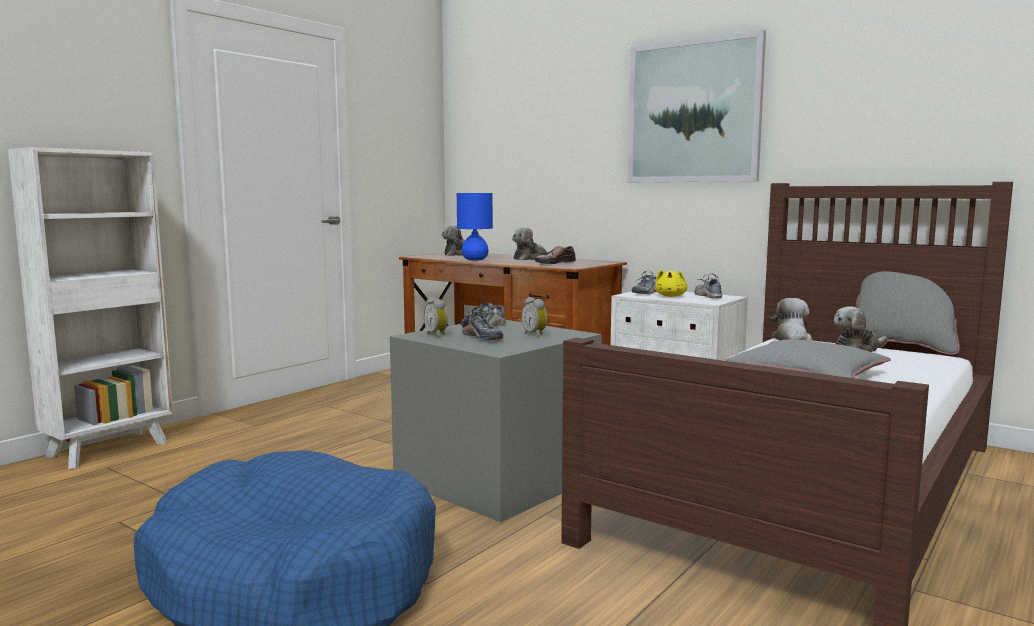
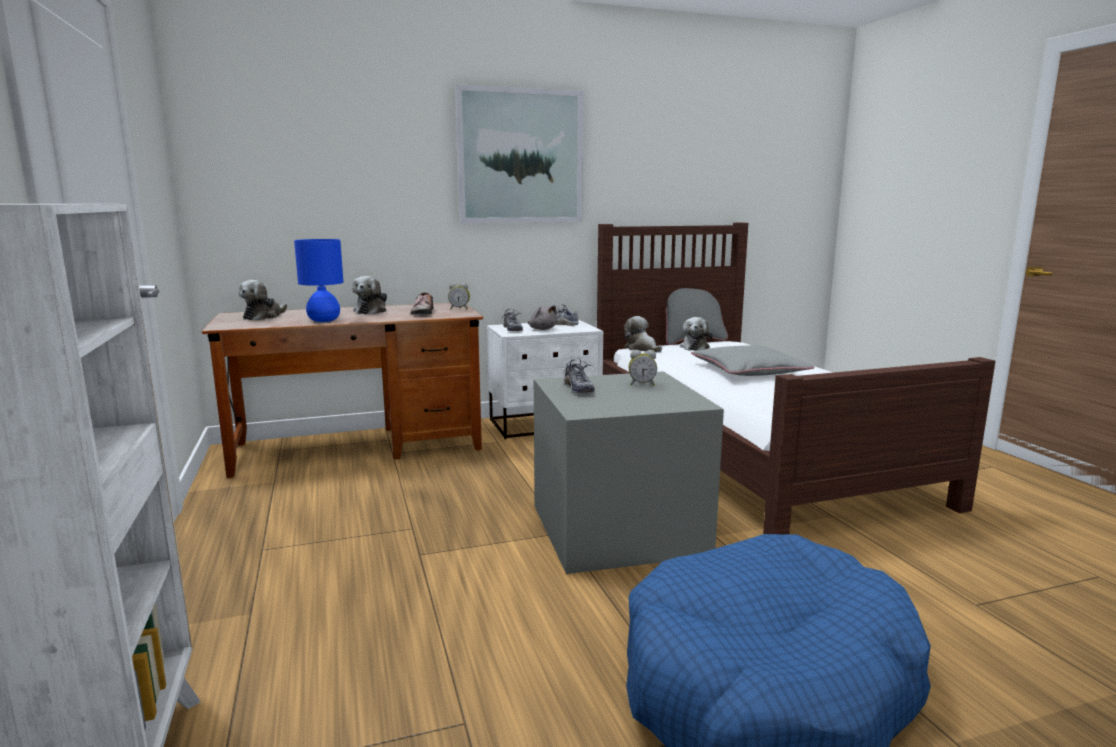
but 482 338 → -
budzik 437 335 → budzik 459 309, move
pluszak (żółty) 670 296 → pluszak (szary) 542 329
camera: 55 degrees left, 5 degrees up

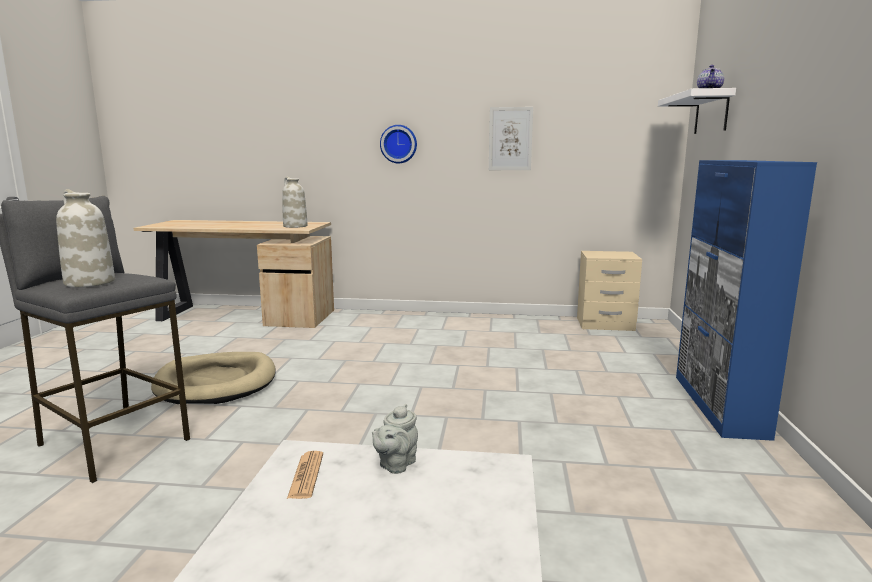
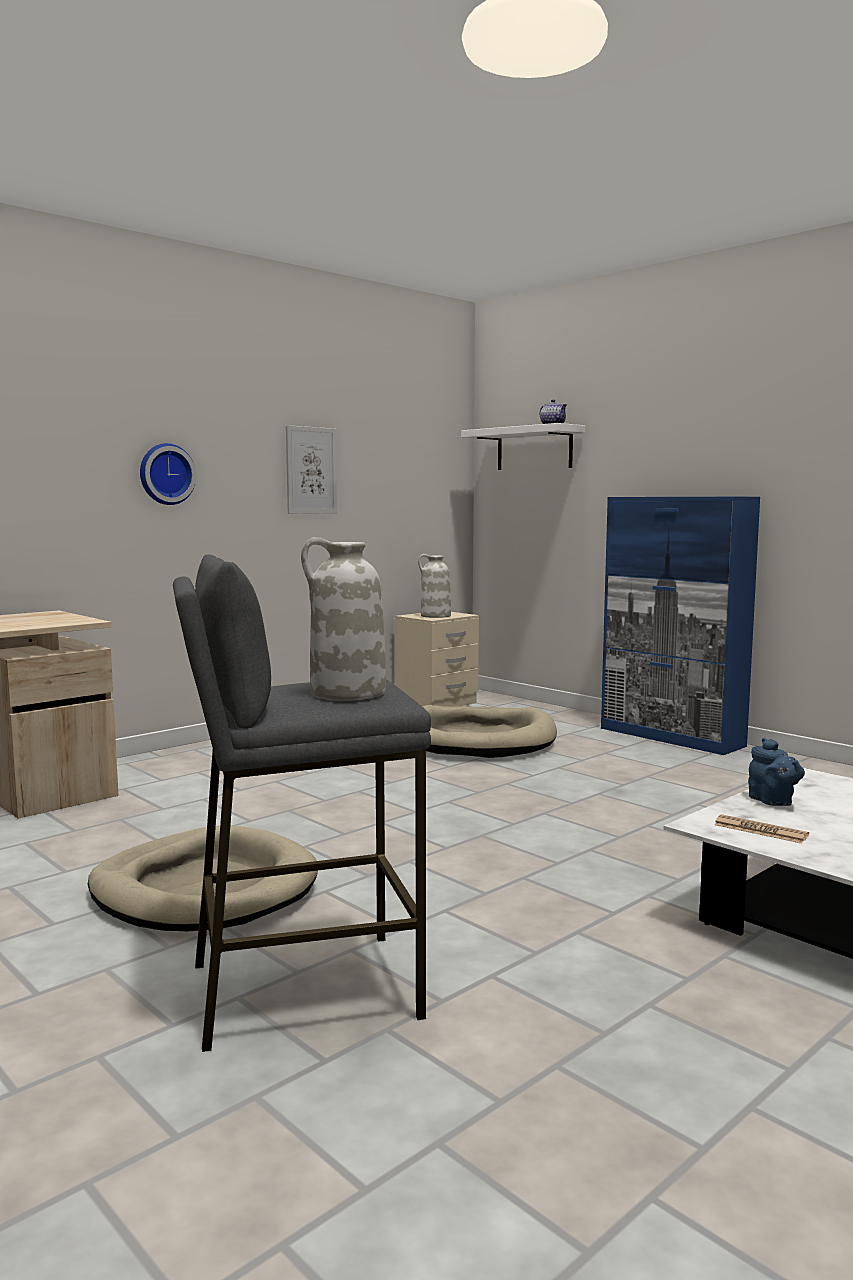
- → legowisko (beżowy) 478 739
wazon (biały) 294 226 → wazon (biały) 435 616, move
imbryk (szary) 395 465 → imbryk (niebieski) 773 802
camera: 50 degrees left, 5 degrees down

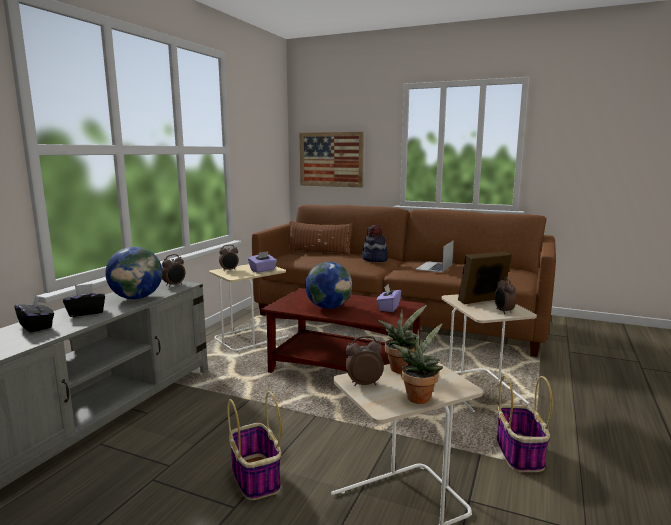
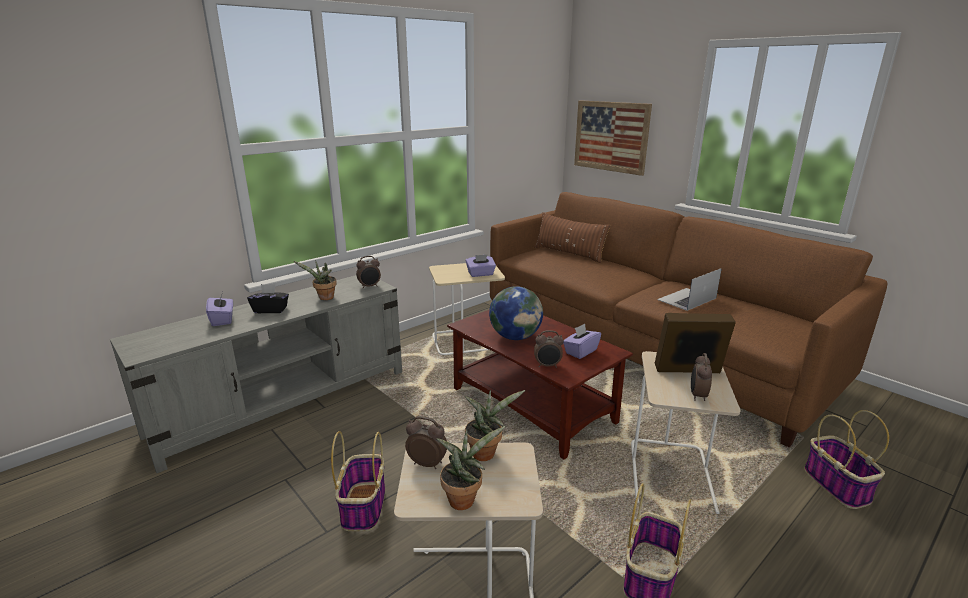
kapelusz 374 259 → -
- → koszyk 838 486
budzik 229 270 → budzik 547 366, move
globus 137 298 → roślina doniczkowa 324 298
pudełko chusteczek (czarny) 36 326 → pudełko chusteczek (fioletowy) 223 319
camera: 25 degrees right, 10 degrees up

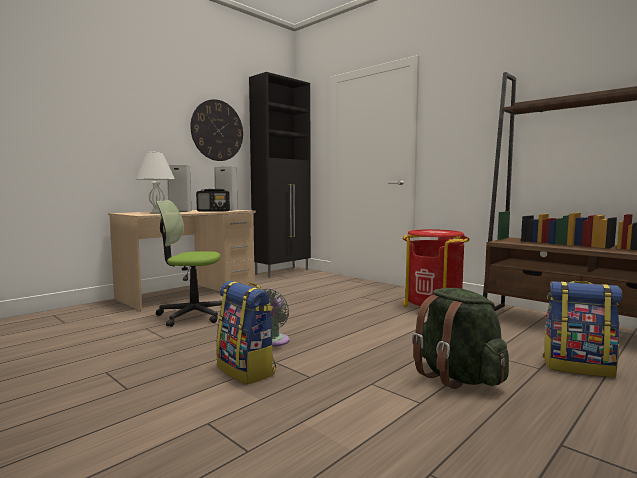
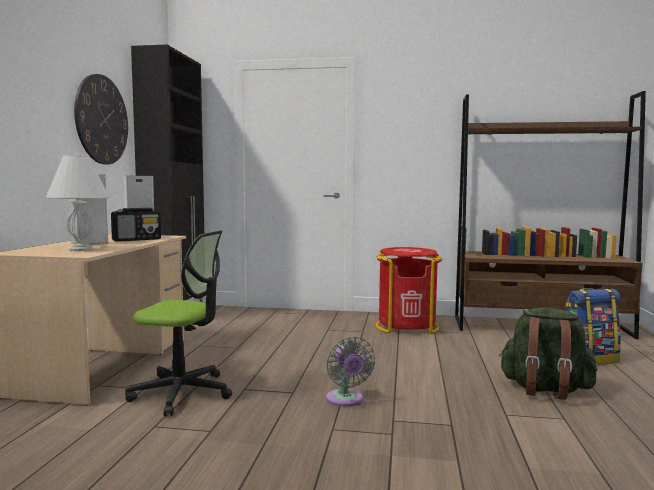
plecak 247 370 → -
krzesło biurowe 192 315 → krzesło biurowe 182 393, 135 degrees counterclockwise
camera: 35 degrees left, 0 degrees up

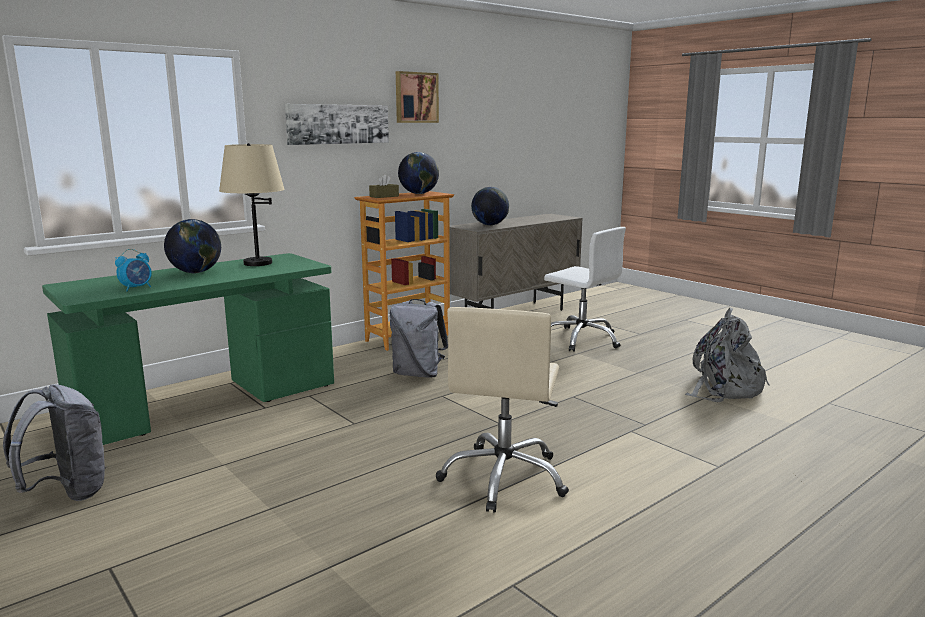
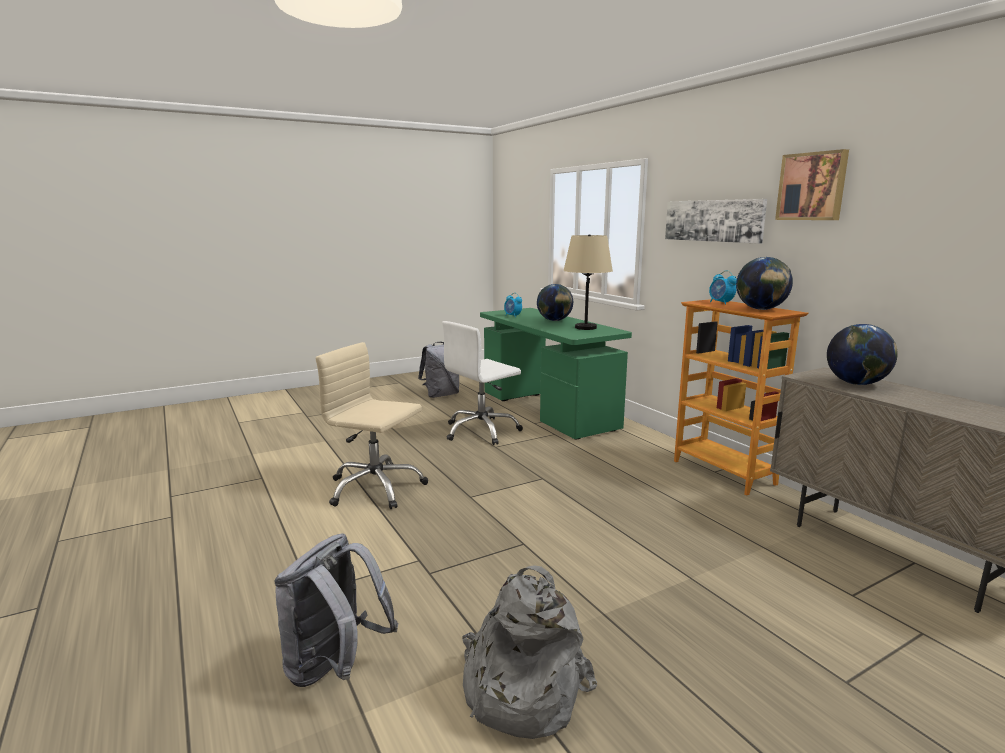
plecak (szary) 418 374 → plecak (szary) 334 668, move
krzesło biurowe (biały) 582 339 → krzesło biurowe (biały) 481 431, move
pudełko chusteczek (brązowy) 384 196 → budzik 721 303
camera: 100 degrees right, 0 degrees up

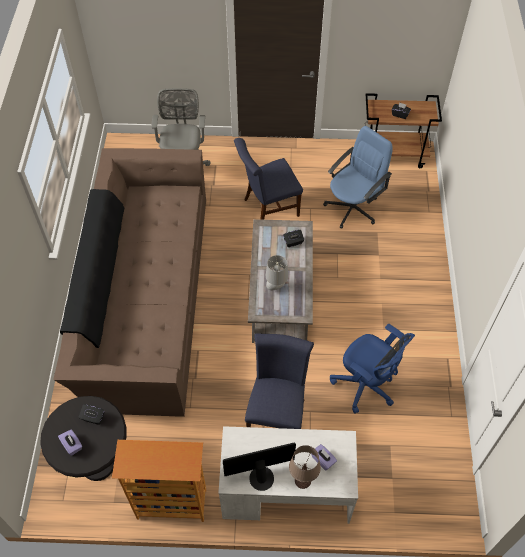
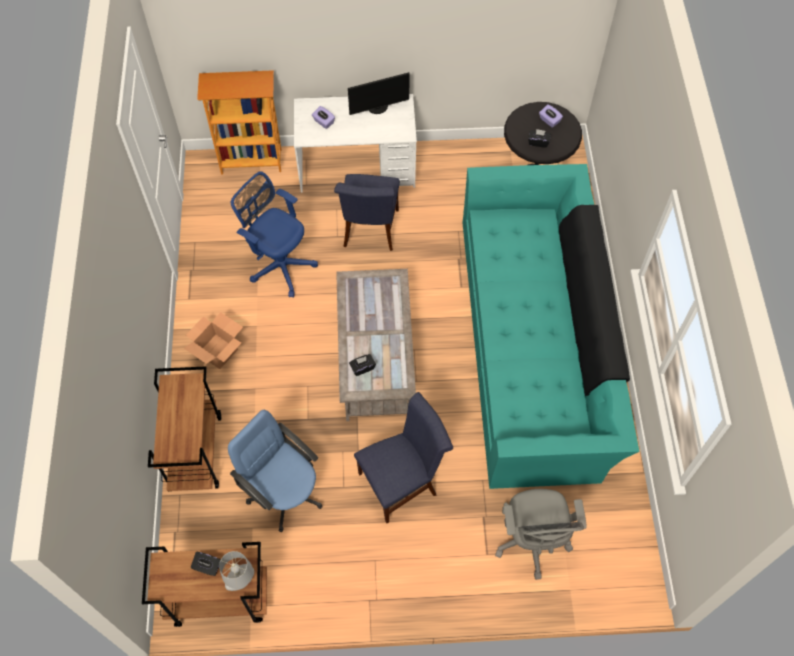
lampa stołowa (brązowy) 302 480 → -
- → wózek (brązowy) 195 451
- → karton 217 351
regał 171 505 → regał 251 161, move
lampa stołowa (szary) 276 286 → lampa stołowa (szary) 241 580, move
kanapa (brązowy) 144 296 → kanapa (turkusowy) 536 343
krzesło biurowe (niebieski) 353 208 → krzesło biurowe (niebieski) 285 492, 90 degrees clockwise
camera: 175 degrees right, 5 degrees up

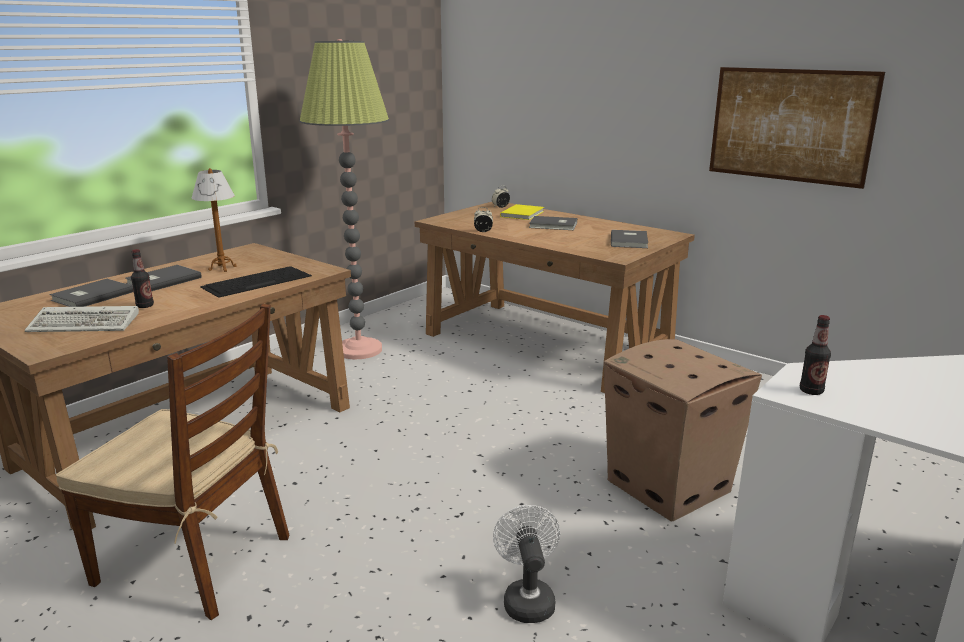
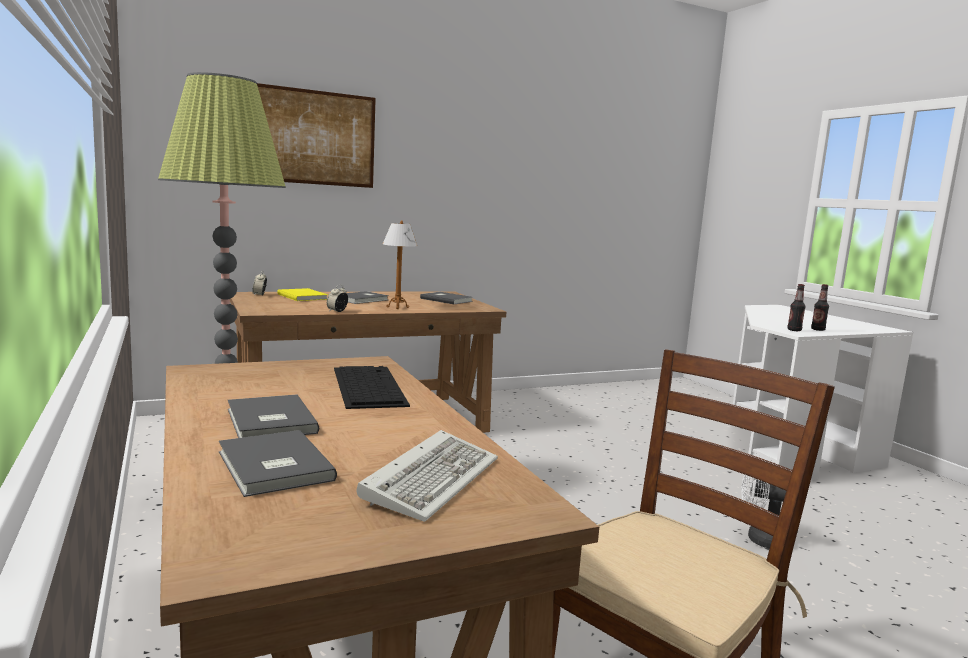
karton 669 486 → -
butelka 145 306 → butelka 817 329, move
lampa stołowa 222 268 → lampa stołowa 397 307, move
obraz 790 125 → obraz 309 137, move
camera: 65 degrees left, 10 degrees down

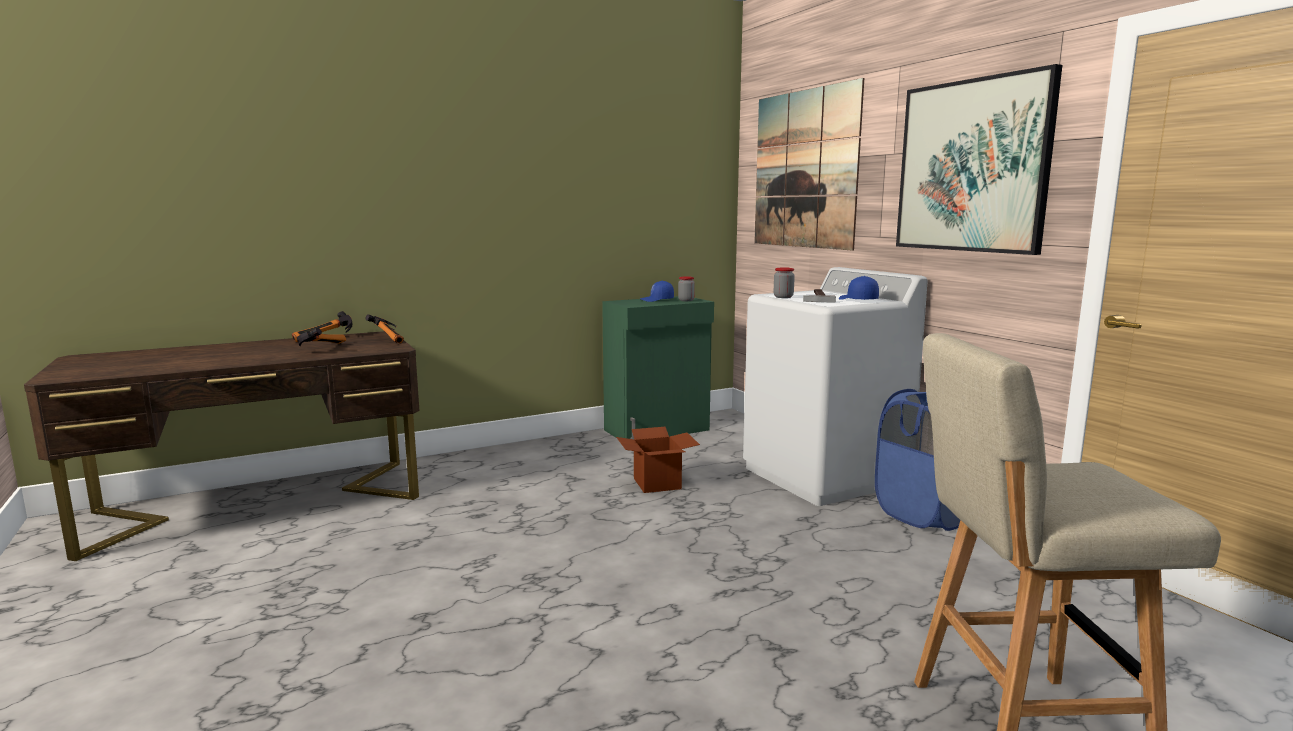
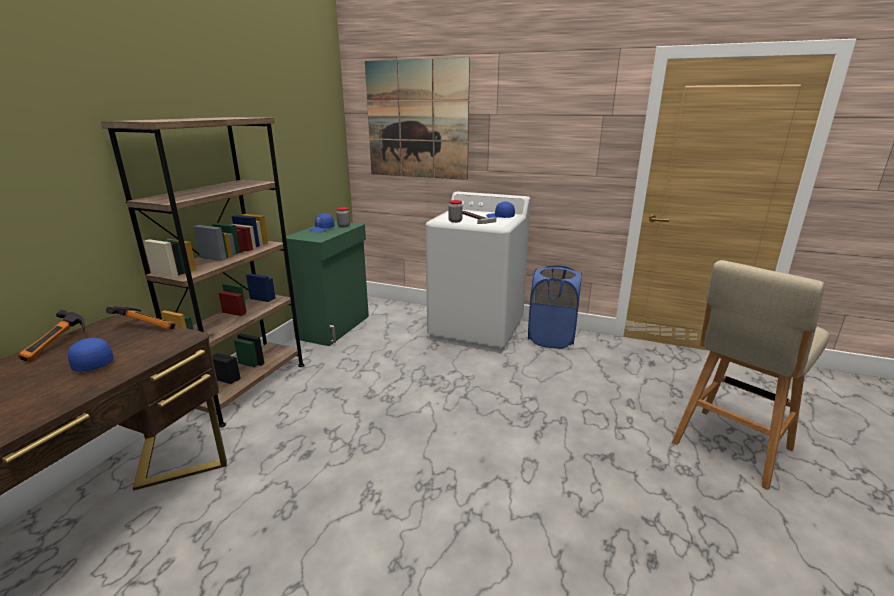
karton 656 483 → -
obraz 972 166 → -
- → regał (brązowy) 247 387
młotek 321 348 → czapka z daszkiem (niebieski) 92 362
camera: 40 degrees left, 10 degrees up

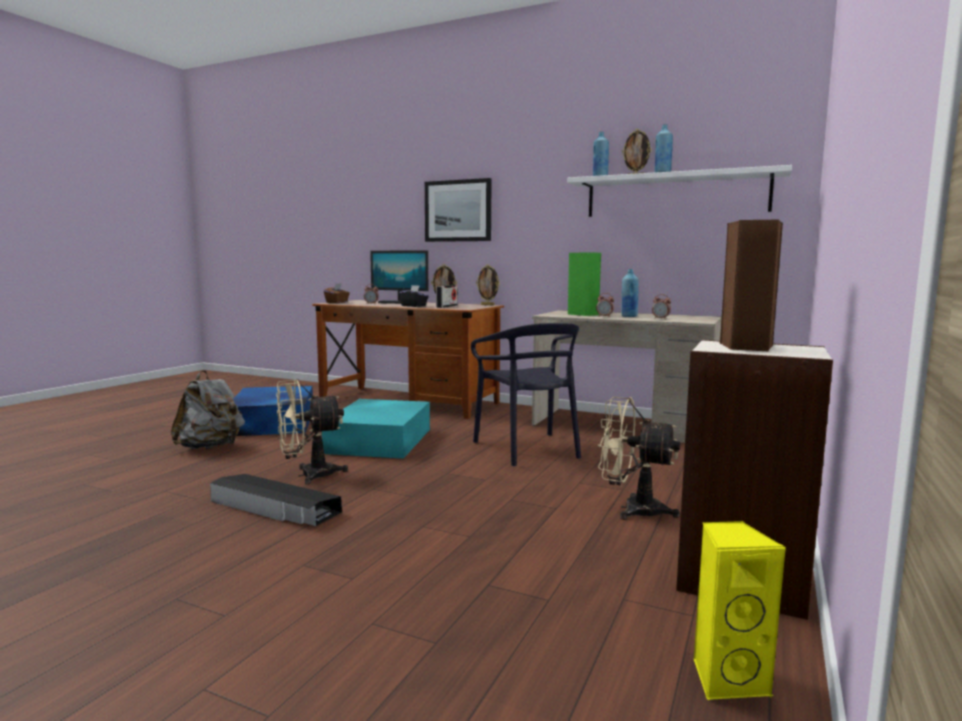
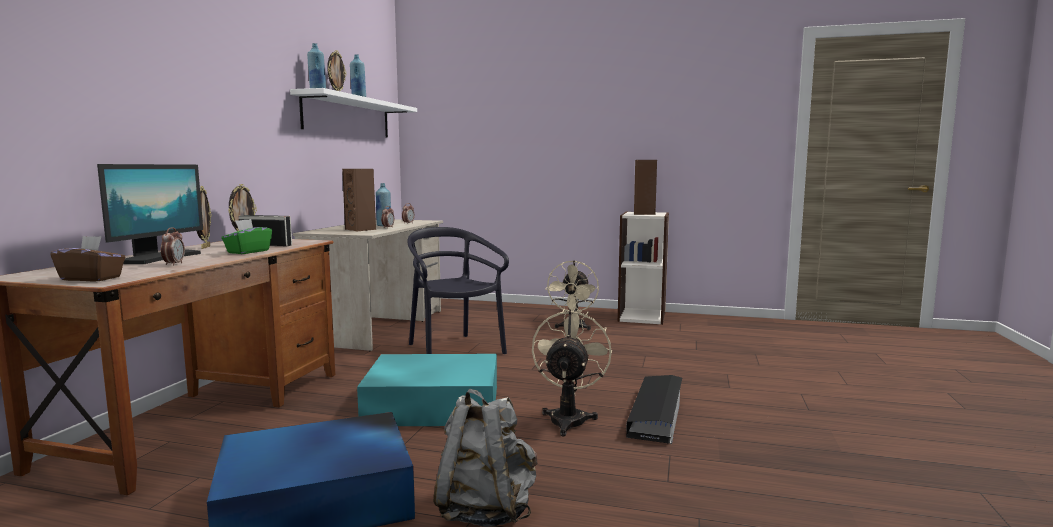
obraz 458 211 → -
głośnik (żółty) 727 679 → -
pudełko chusteczek (czarny) 413 306 → pudełko chusteczek (zielony) 248 252
głośnik (zielony) 584 314 → głośnik (brązowy) 361 229
wentylator (beżowy) 308 475 → wentylator (beżowy) 569 418, 135 degrees counterclockwise
krzesło (czarny) 528 449 → krzesło (czarny) 453 350, 90 degrees counterclockwise
camera: 100 degrees left, 0 degrees up

